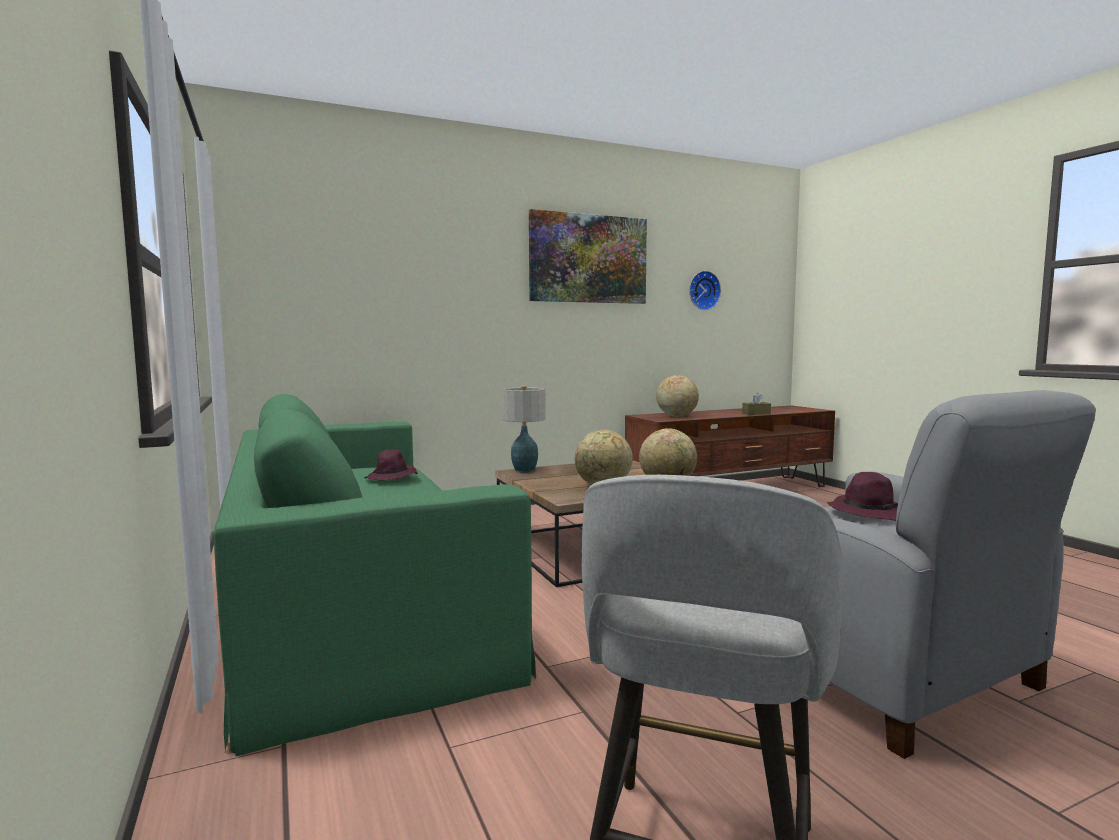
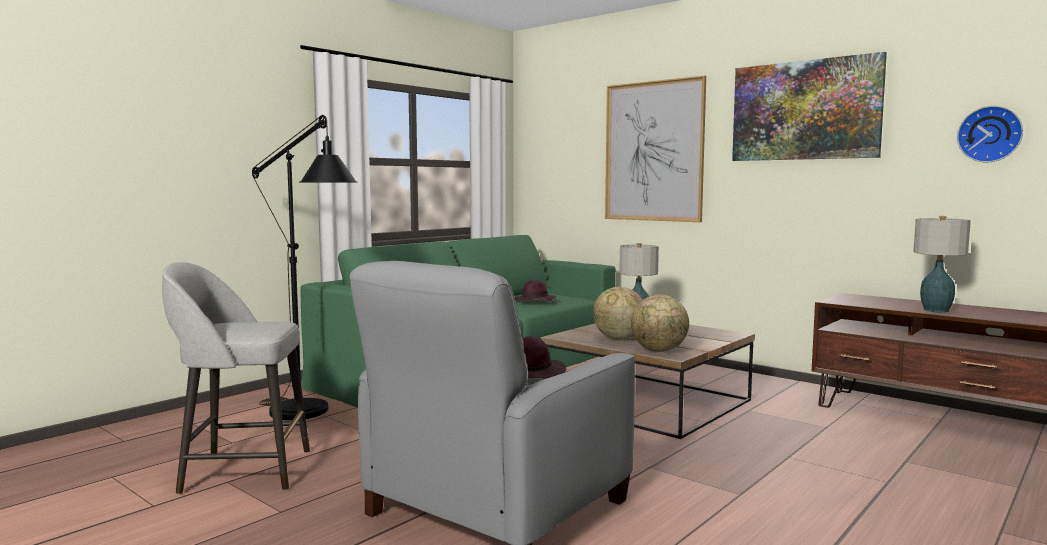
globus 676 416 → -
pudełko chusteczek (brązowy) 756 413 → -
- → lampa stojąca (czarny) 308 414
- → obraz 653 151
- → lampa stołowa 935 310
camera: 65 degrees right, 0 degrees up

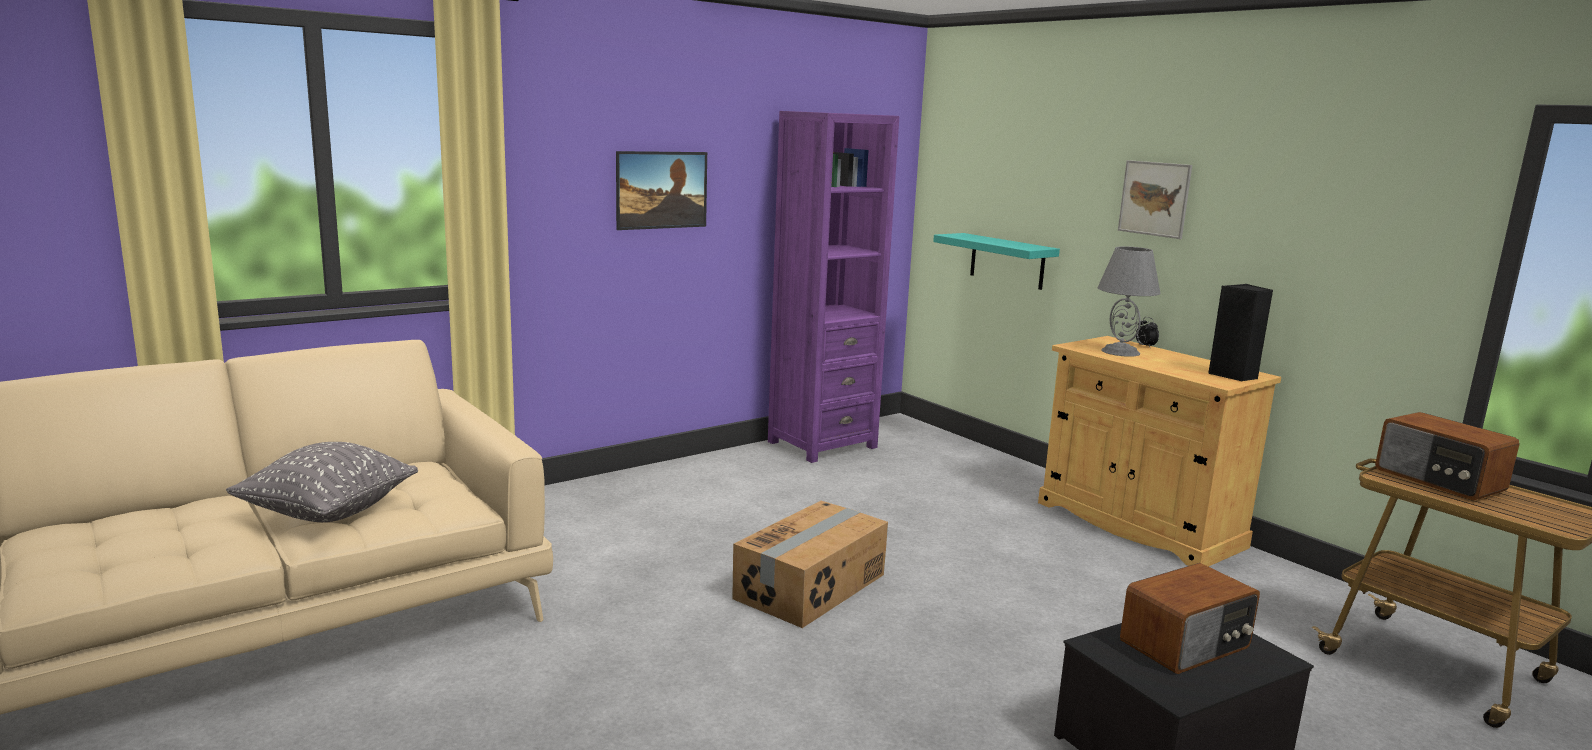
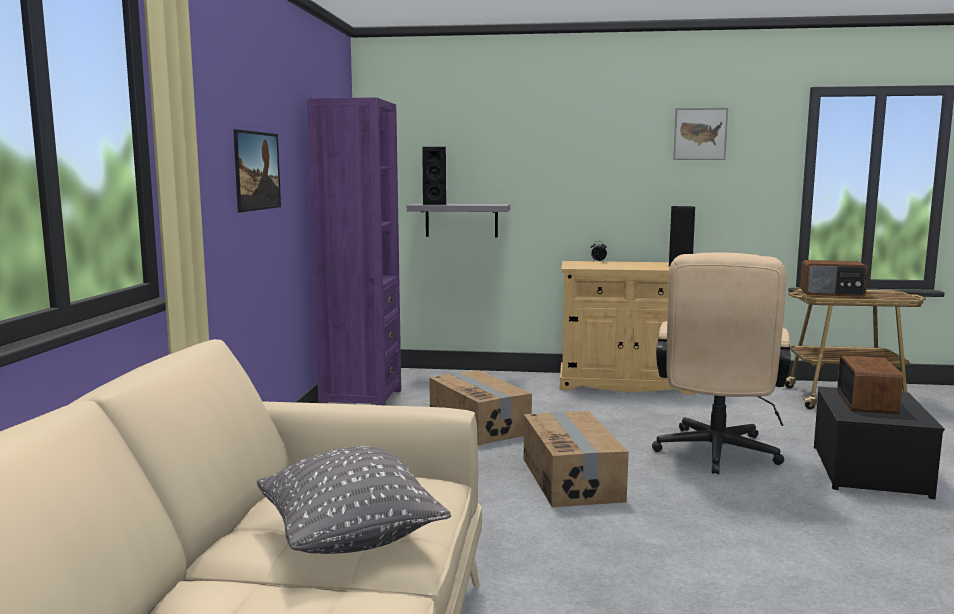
lampa stołowa (szary) 1121 352 → -
- → głośnik (czarny) 435 204
- → karton 479 424
- → krzesło biurowe (beżowy) 715 455
obraz 1154 198 → obraz 700 134, move
półka (turkusowy) 1007 261 → półka (szary) 461 220
camera: 45 degrees left, 5 degrees down

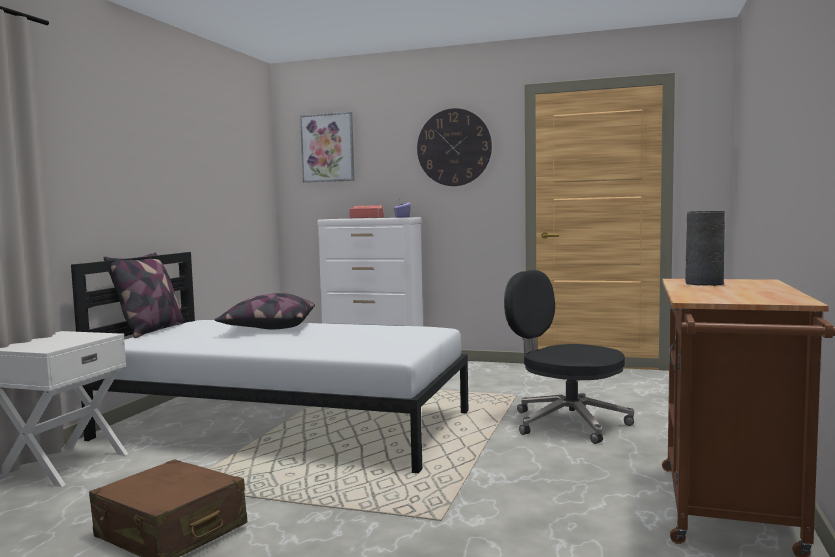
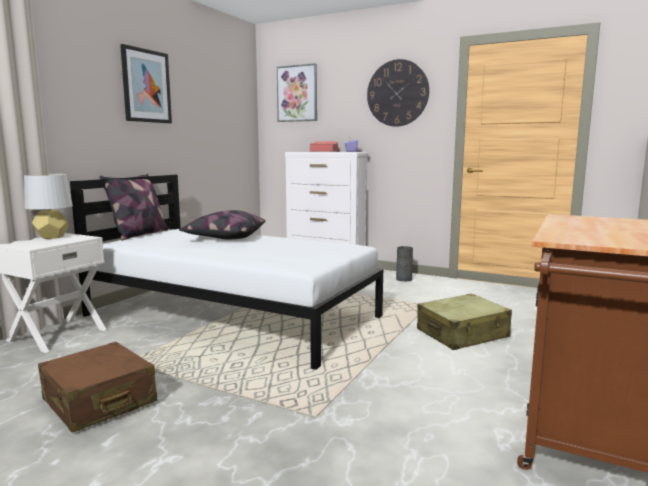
- → lampa stołowa (szary) 51 237
- → obraz 146 86
wazon (szary) 703 283 → wazon (szary) 404 279, move
krzesło biurowe (czarny) 567 423 → walizka (beżowy) 462 334
camera: 10 degrees right, 5 degrees up

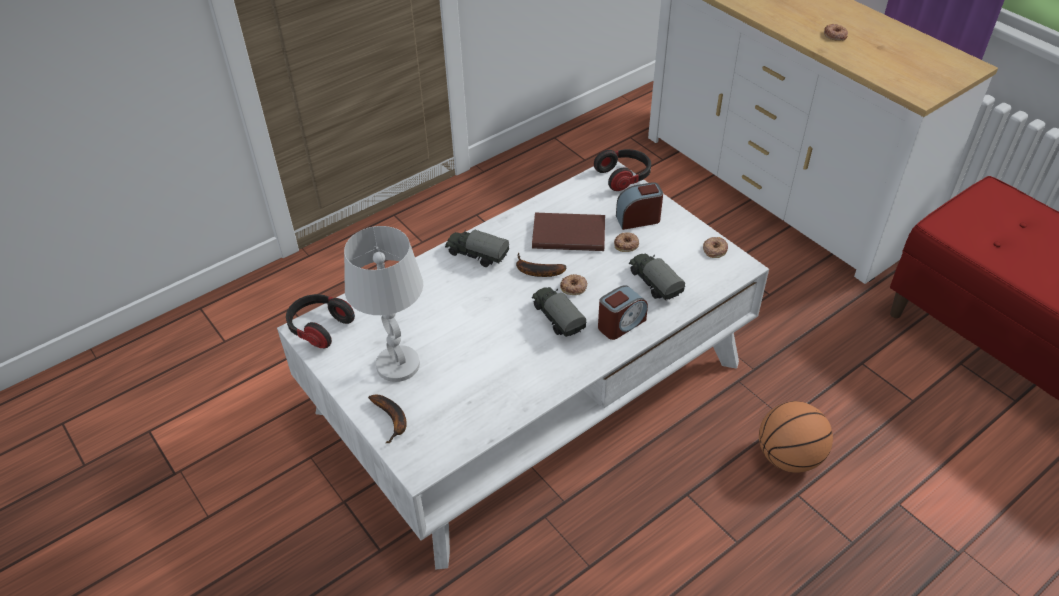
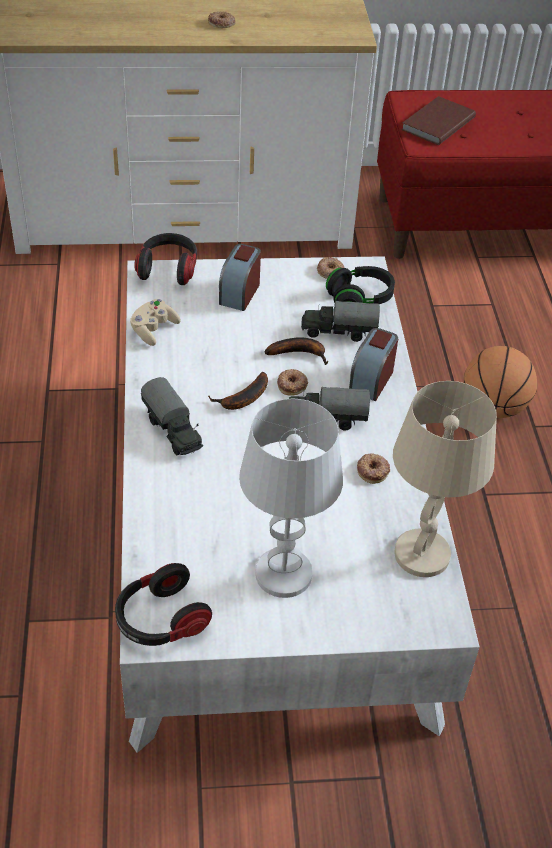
- → pad do gier (beżowy) 153 330
- → słuchawki (czarny) 360 299
- → lampa stołowa (beżowy) 421 554
banan 392 419 → banan 300 353, move
książka (brązowy) 567 233 → książka (brązowy) 436 123, move
donut 626 244 → donut 373 470, move
ciężarówka zabawkowa 476 255 → ciężarówka zabawkowa 173 431, 90 degrees counterclockwise
budzik 621 324 → budzik 371 380, 150 degrees counterclockwise
camera: 60 degrees left, 0 degrees up

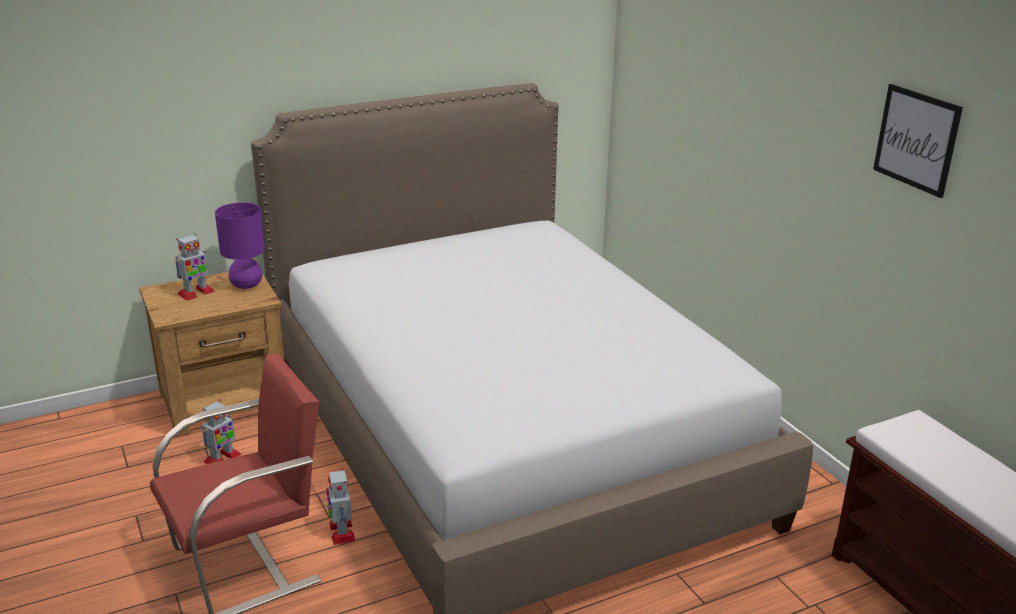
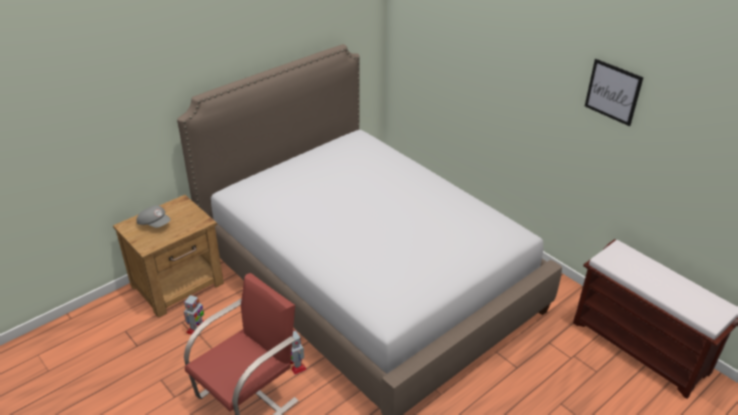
lampa stołowa (fioletowy) 246 285 → -
robot zabawkowy 196 293 → czapka z daszkiem (szary) 155 223
camera: 15 degrees left, 10 degrees up

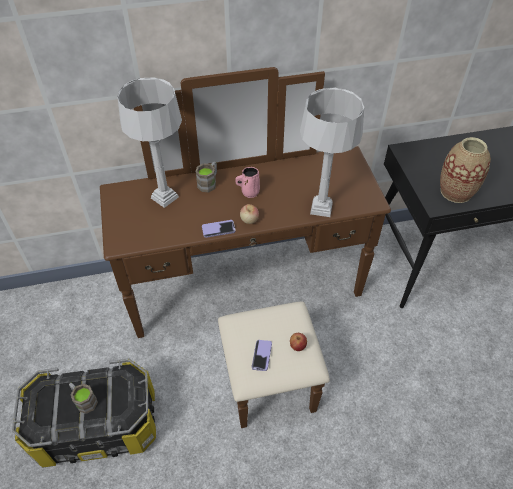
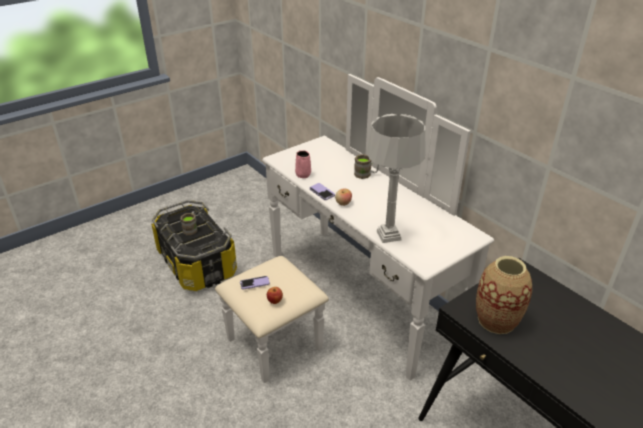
lampa stołowa (szary) 165 197 → -
kubek (różowy) 249 192 → kubek (różowy) 303 174, move
komoda (brązowy) 251 306 → komoda (biały) 343 306
camera: 65 degrees right, 15 degrees down

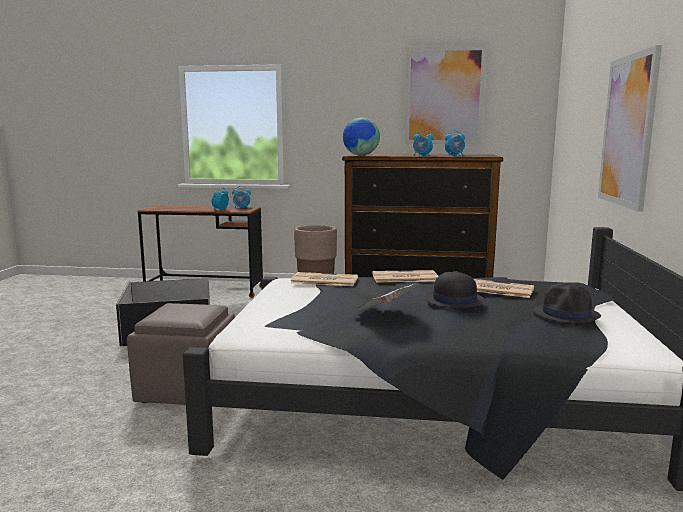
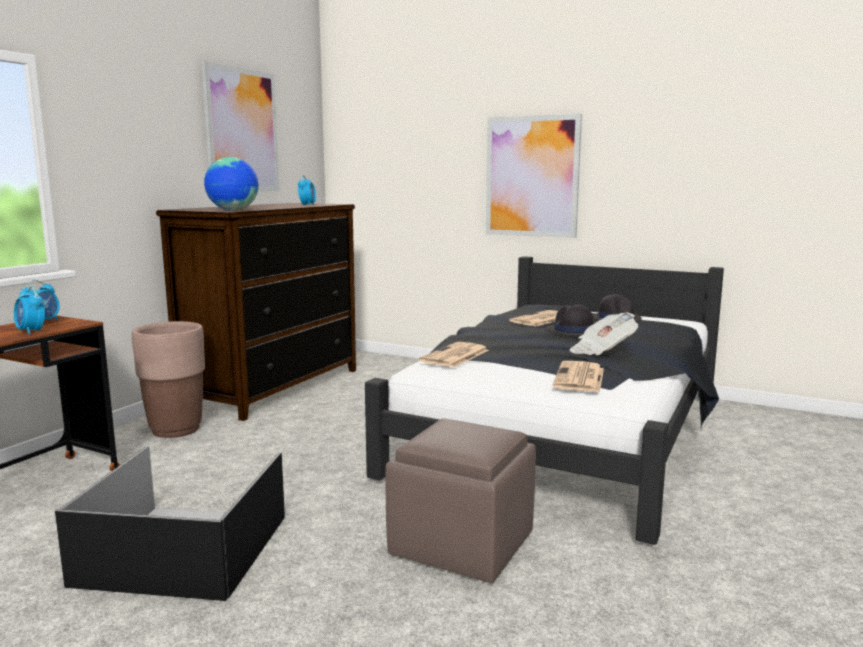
budzik 422 155 → -
gazeta 404 277 → gazeta 579 378, move
camera: 70 degrees left, 0 degrees up

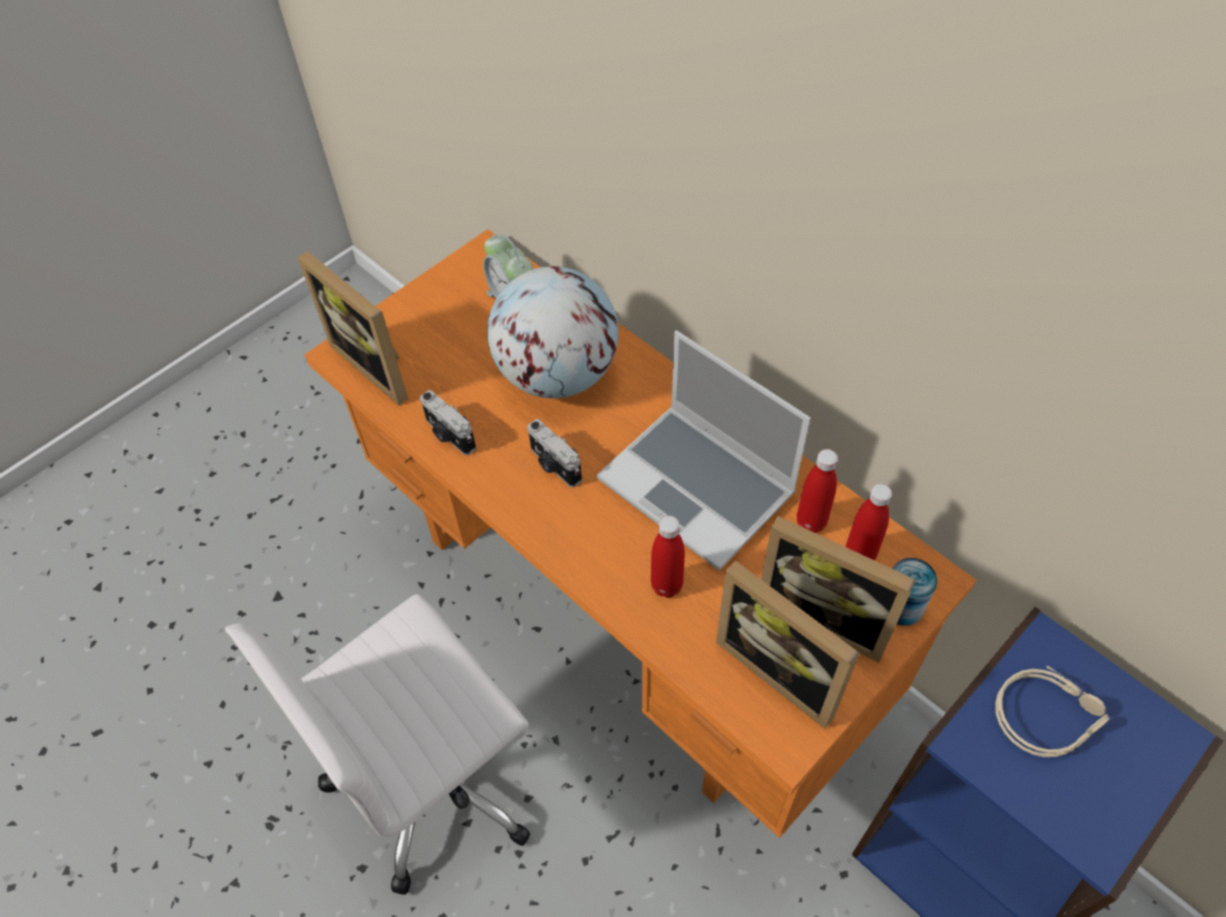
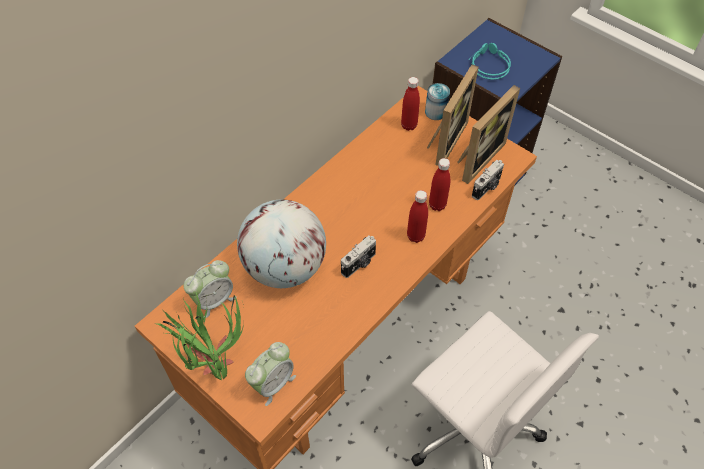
laptop 699 487 → -
- → roślina doniczkowa 213 360
aparat fotograficzny 449 435 → aparat fotograficzny 487 187, move
butelka (czerwony) 811 522 → butelka (czerwony) 415 236, move
ramka na zdjęcie 379 364 → budzik 273 383
słuchawki (beżowy) 1047 714 → słuchawki (turkusowy) 488 65
camera: 95 degrees left, 0 degrees up

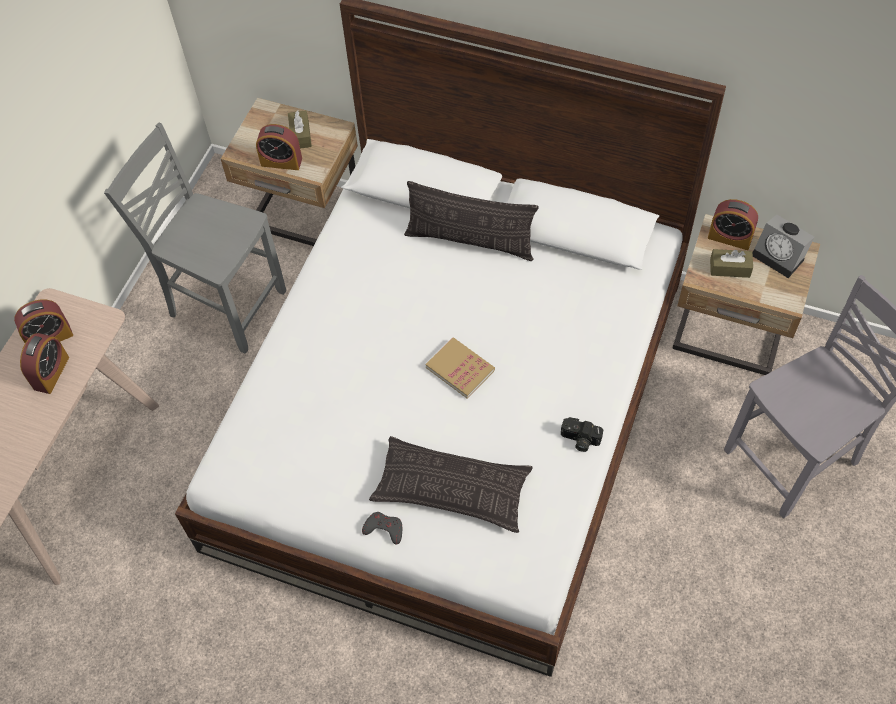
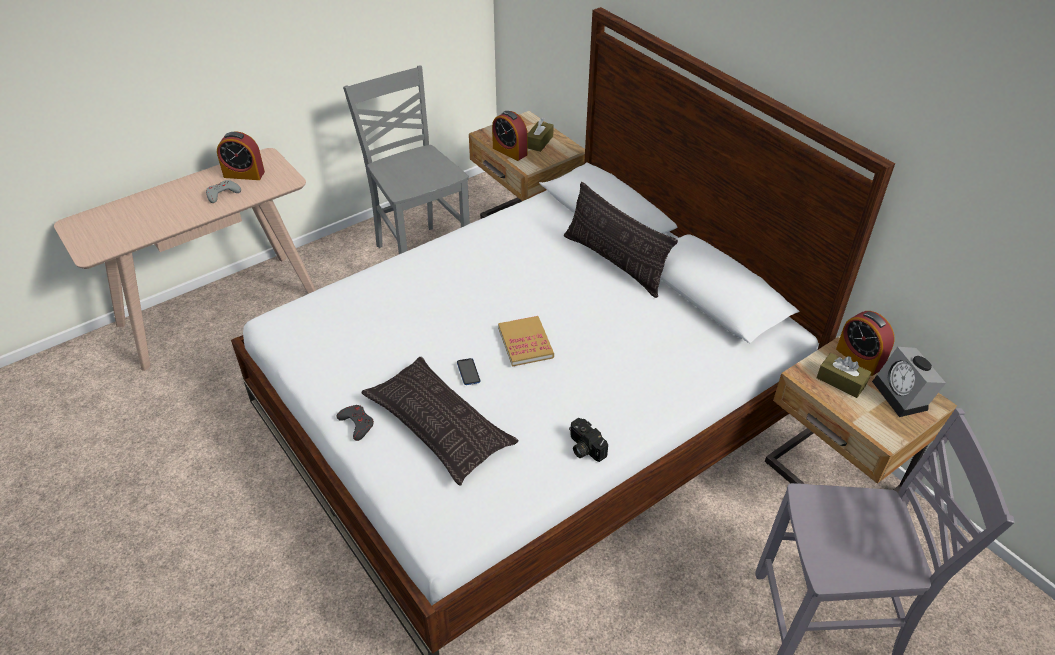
- → telefon 468 372
budzik 51 373 → pad do gier (szary) 222 194
camera: 30 degrees right, 15 degrees down

